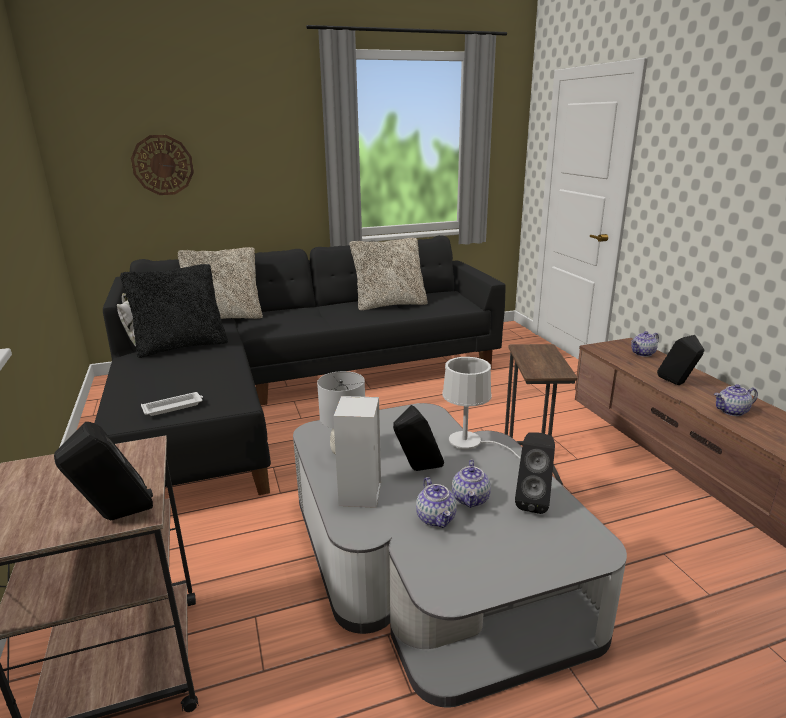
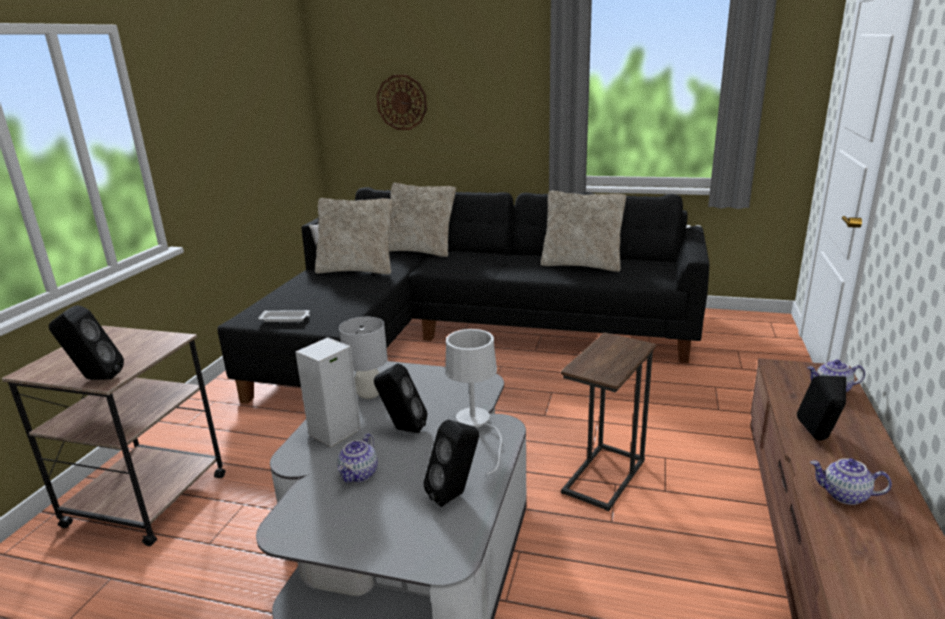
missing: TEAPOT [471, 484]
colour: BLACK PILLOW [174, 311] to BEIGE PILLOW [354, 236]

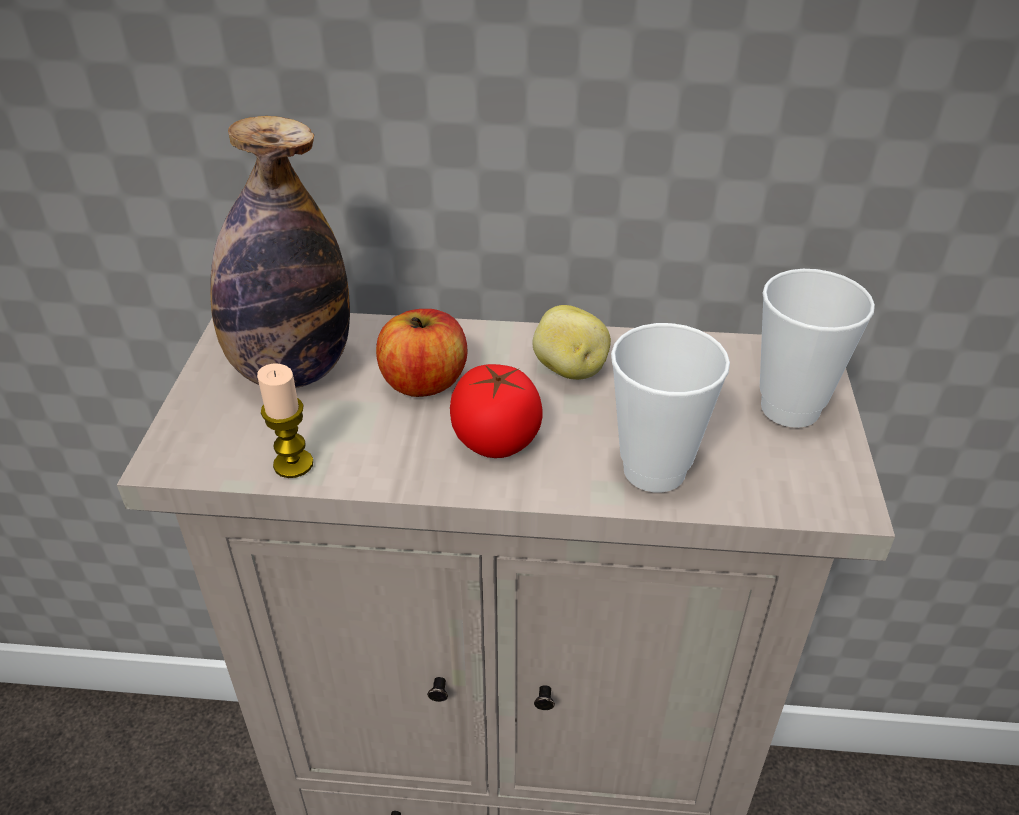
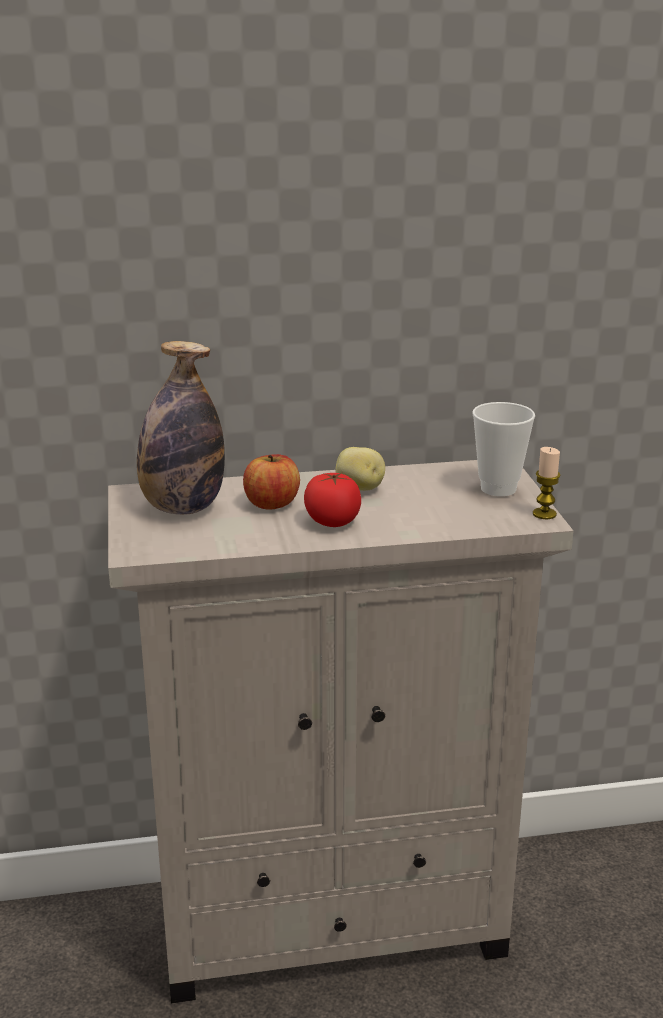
missing: CUP [670, 408]
relocated: CANDLE [285, 420] to [547, 483]

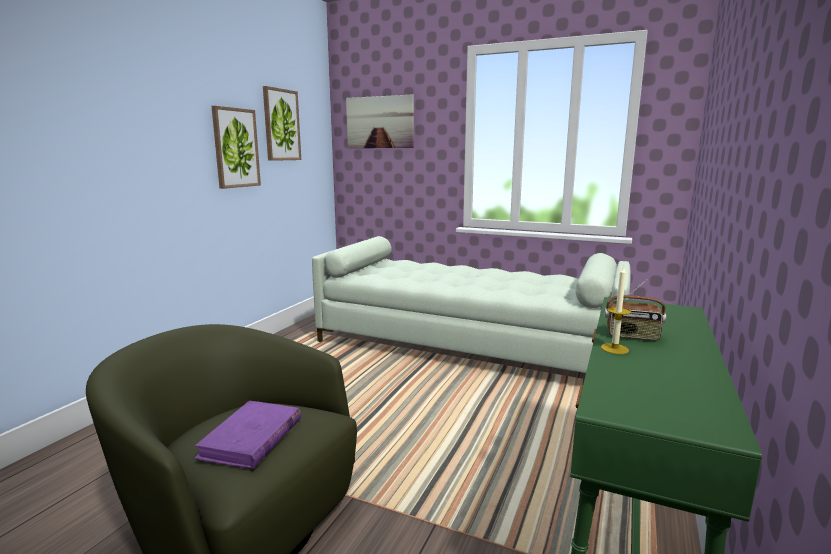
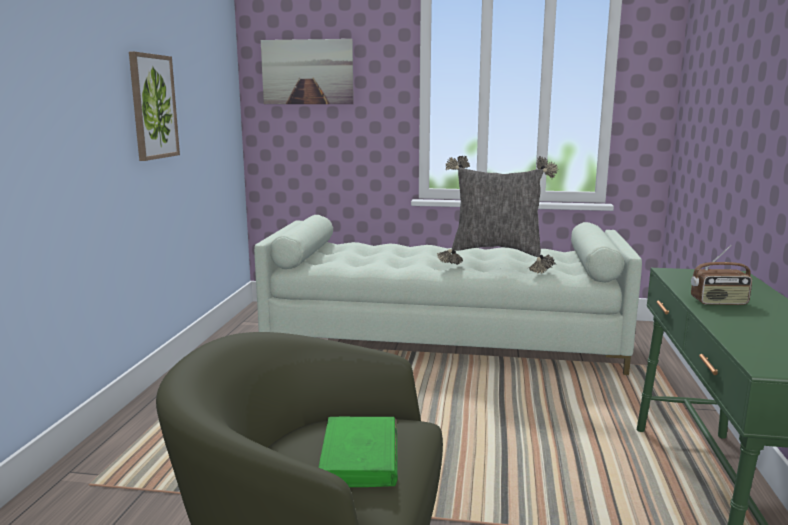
missing: PICTURE [282, 123]; CANDLE [616, 310]
appeared: PILLOW [497, 214]
colour: PURPLE BOOK [247, 435] to GREEN BOOK [358, 452]

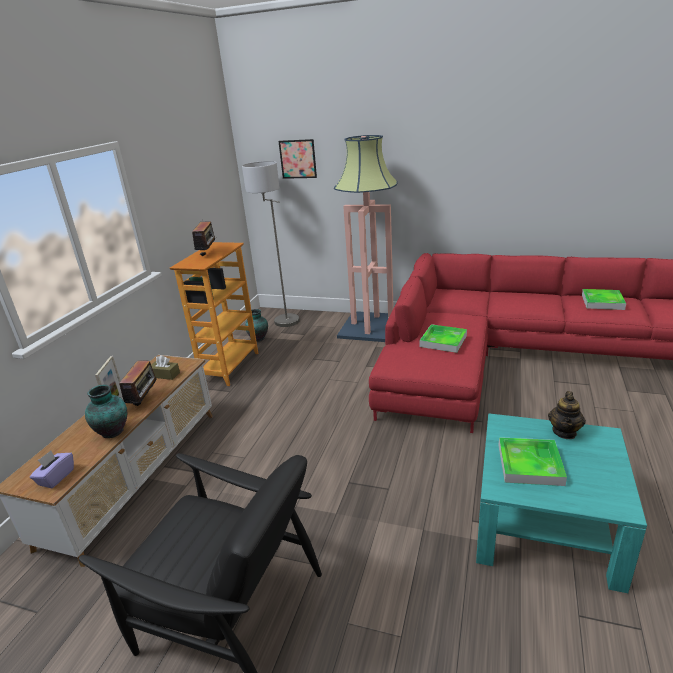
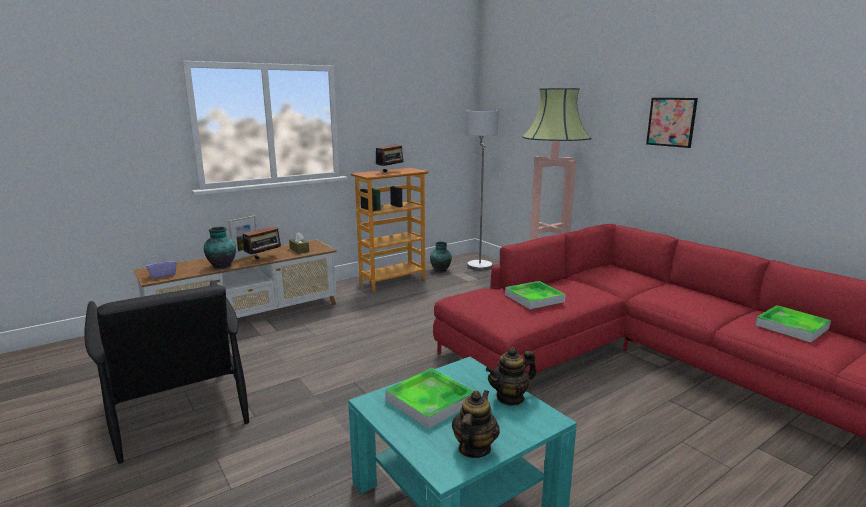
appeared: TEAPOT [476, 424]
relocated: PICTURE [297, 159] to [672, 123]

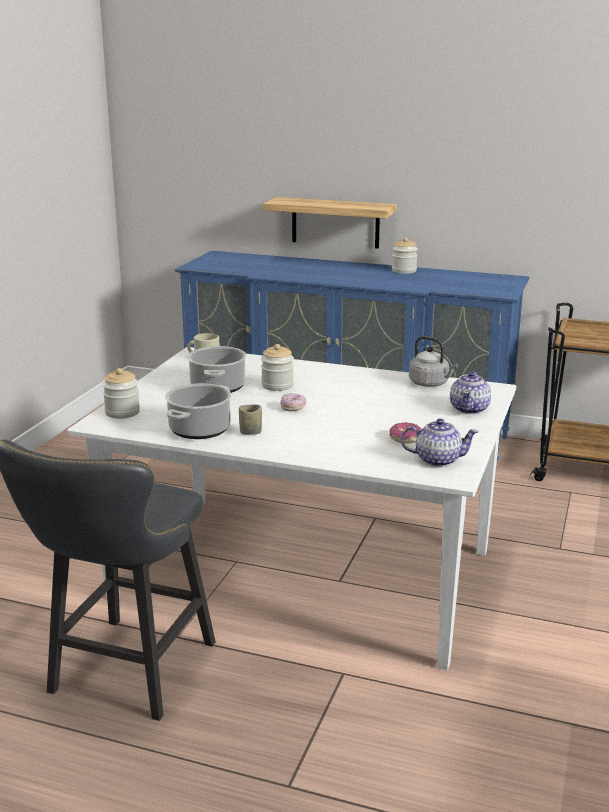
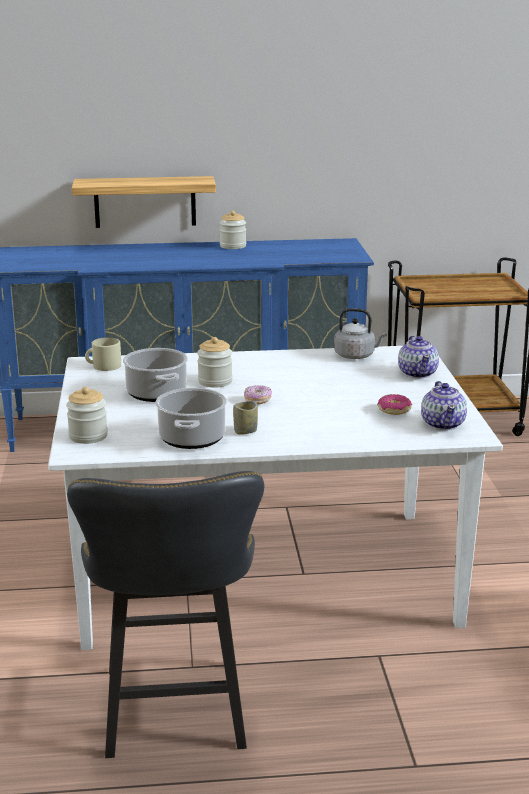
spun: TEAPOT [440, 443] = [444, 405] 105 degrees clockwise

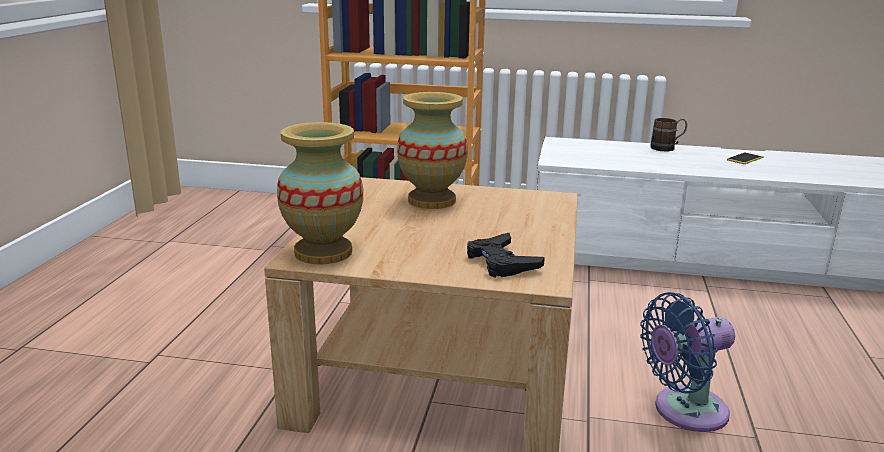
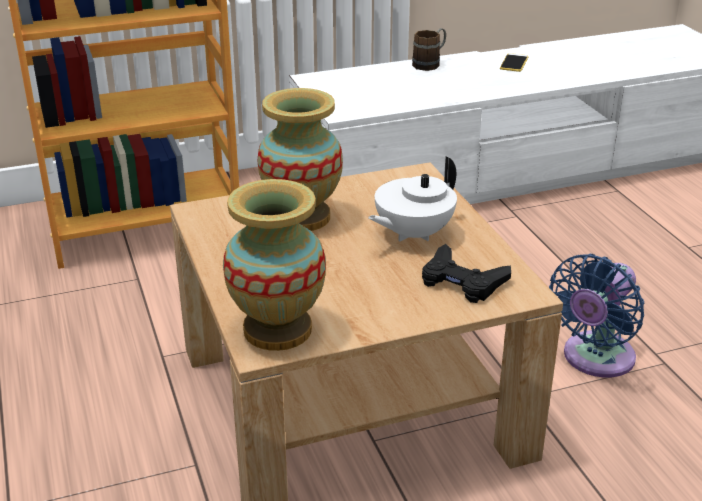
appeared: WHITE TEAPOT [412, 199]

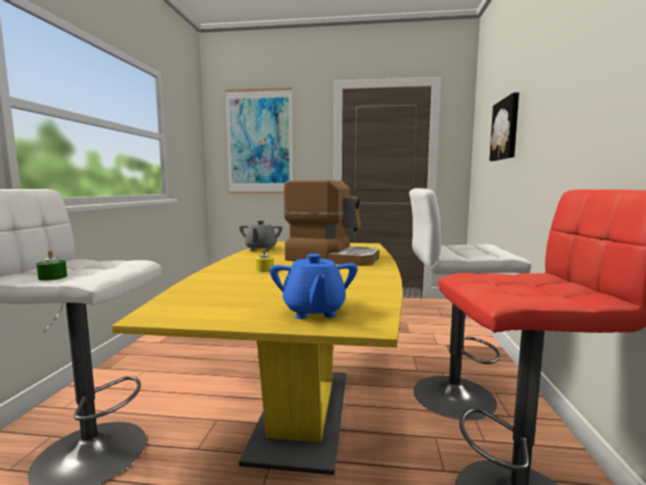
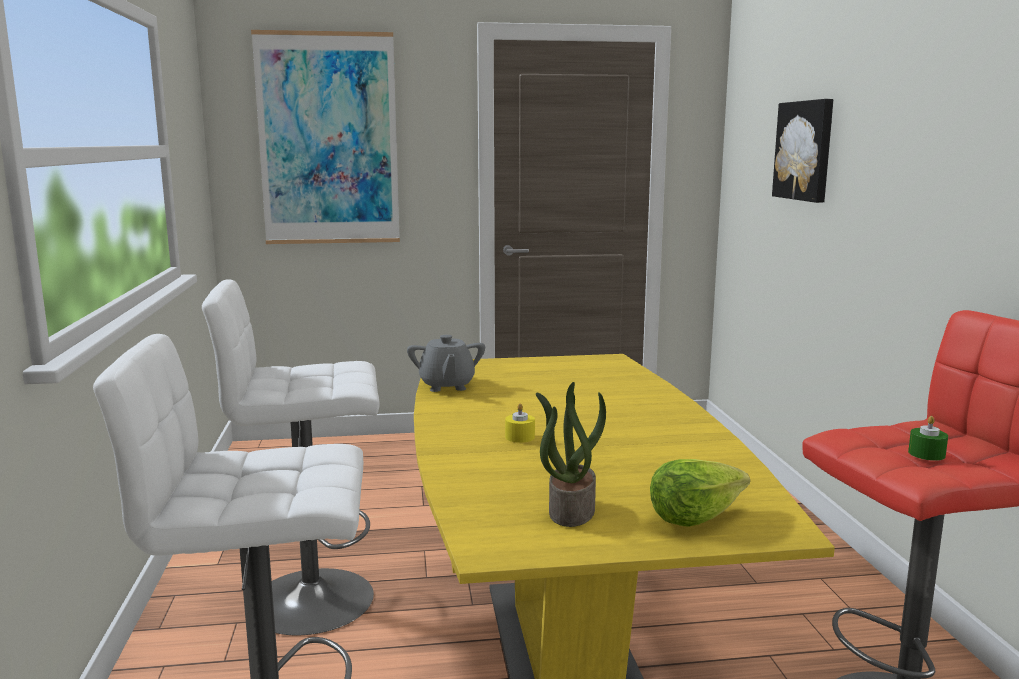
missing: COFFEE MACHINE [331, 223]
appeared: POTTED PLANT [571, 454]
relocated: WHITE STOOL [470, 304] to [291, 457]; GREEN CANDLE [52, 265] to [928, 438]
exchanged: BLUE TEAPOT [313, 286] to LETTUCE [700, 493]

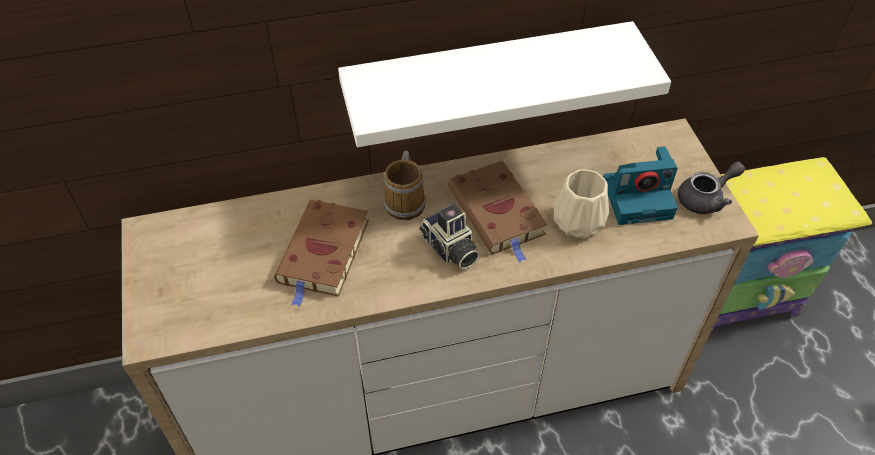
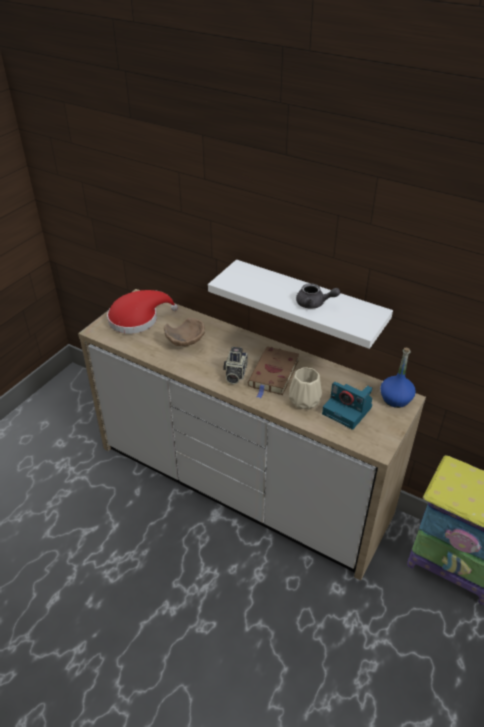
missing: MUG [404, 185]
appeared: RED HAT [142, 312]; BLUE BOTTLE [398, 378]
relocated: GREY TEAPOT [711, 188] to [318, 296]
exchanged: BROWN BOOK [321, 253] to BROWN BOWL [184, 332]

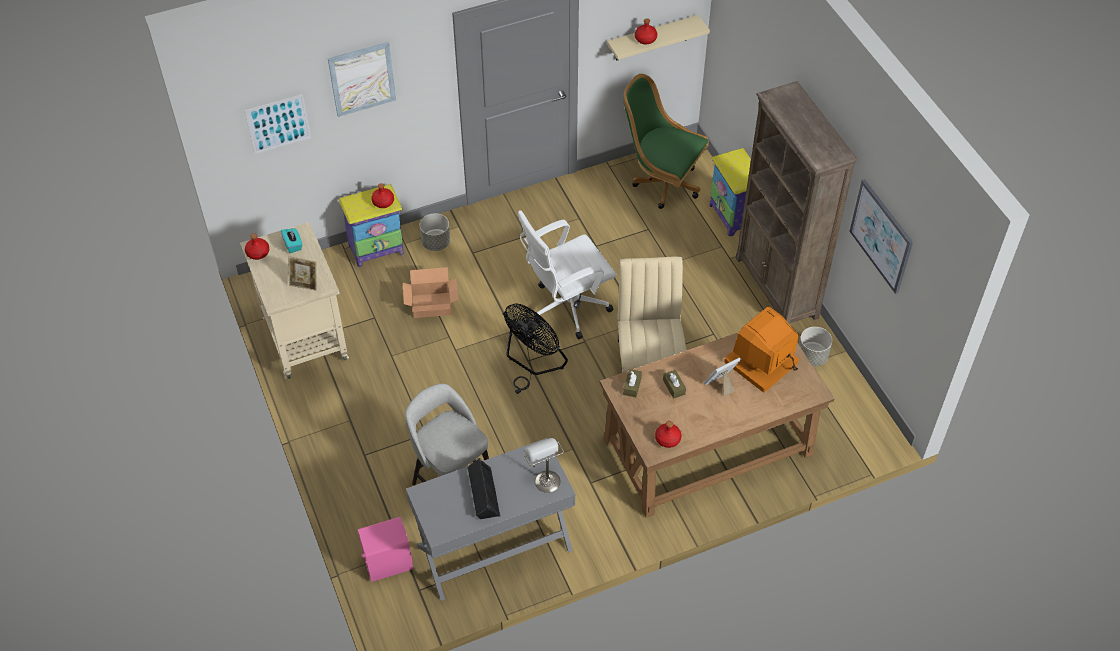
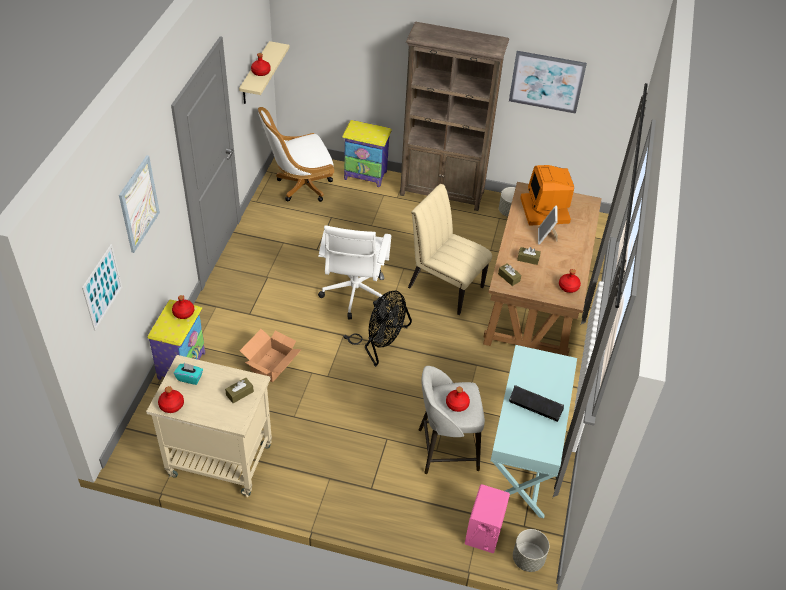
missing: WHITE TABLE LAMP [544, 465]
appeared: RED BOTTLE [458, 399]
relocated: GREY PLANTER [435, 232] to [531, 550]
exchanged: PICTURE FRAME [302, 273] to BROWN TISSUE BOX [239, 390]
colour: GREEN OFFICE CHAIR [666, 141] to WHITE OFFICE CHAIR [296, 154]; GREY DESK [491, 519] to TURQUOISE DESK [534, 431]
spun: BLACK FAN [535, 349] = [377, 329] 135 degrees clockwise

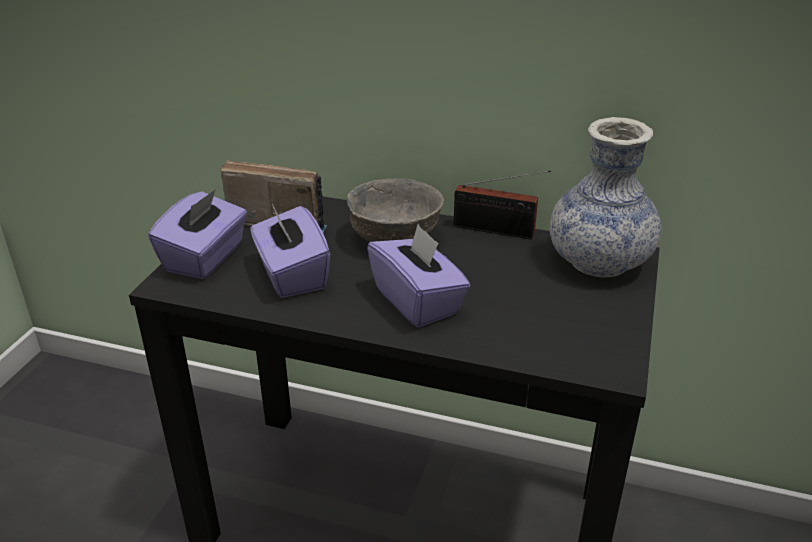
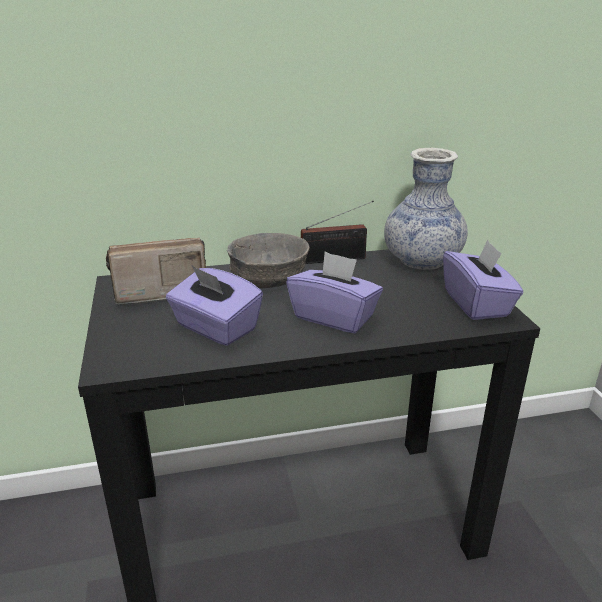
relocated: PURPLE TISSUE BOX [197, 234] to [483, 280]

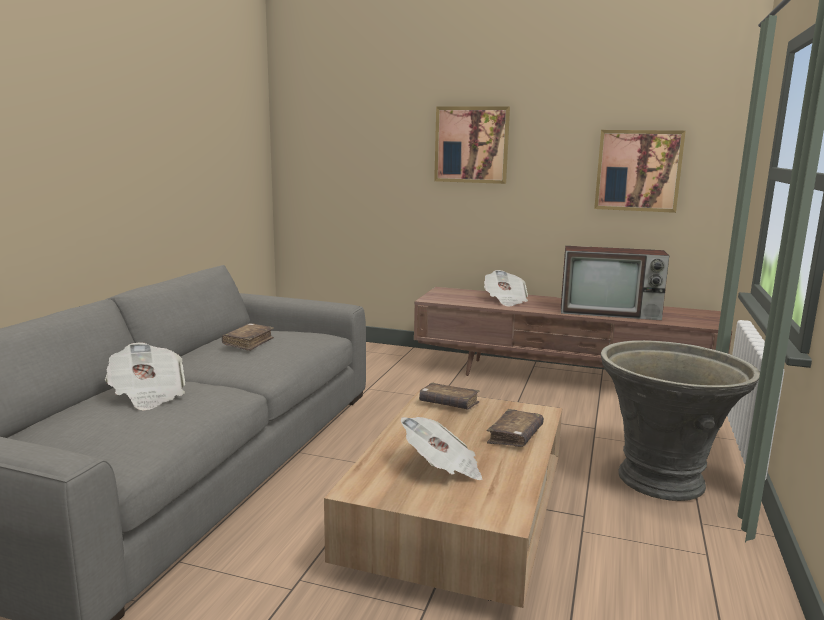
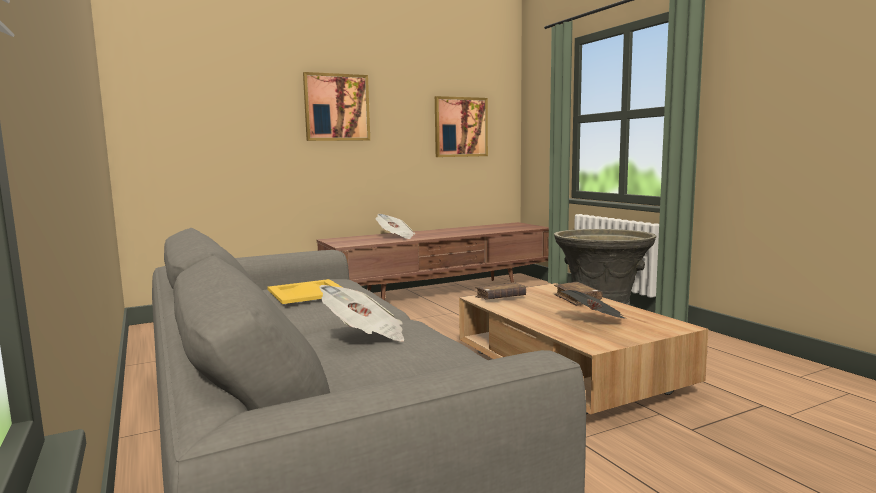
missing: TELEVISION [615, 283]
exchanged: BROWN BOOK [248, 337] to YELLOW TRAY [304, 291]

